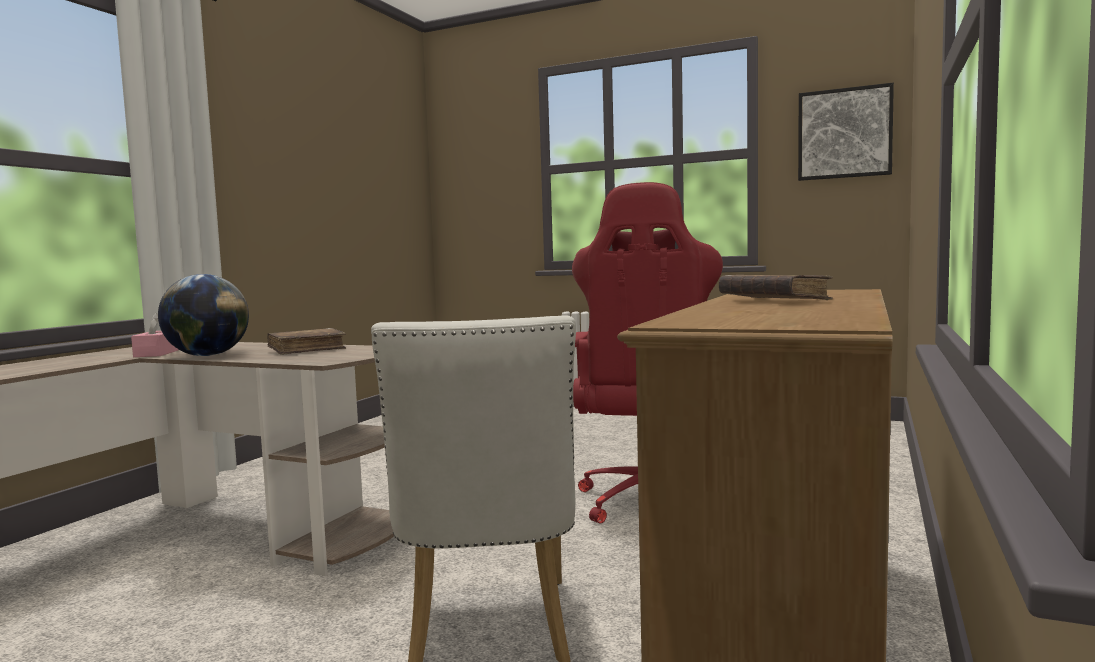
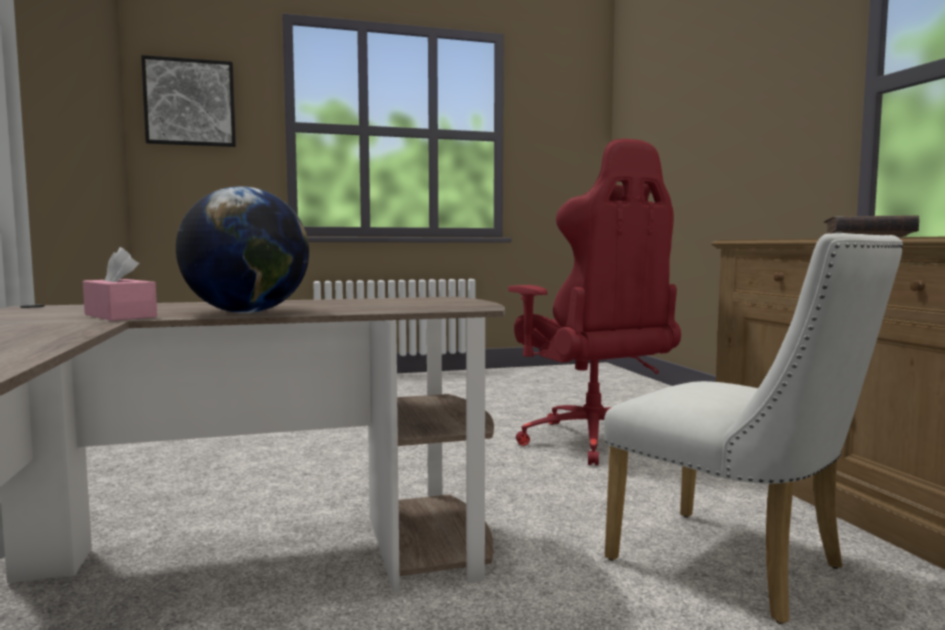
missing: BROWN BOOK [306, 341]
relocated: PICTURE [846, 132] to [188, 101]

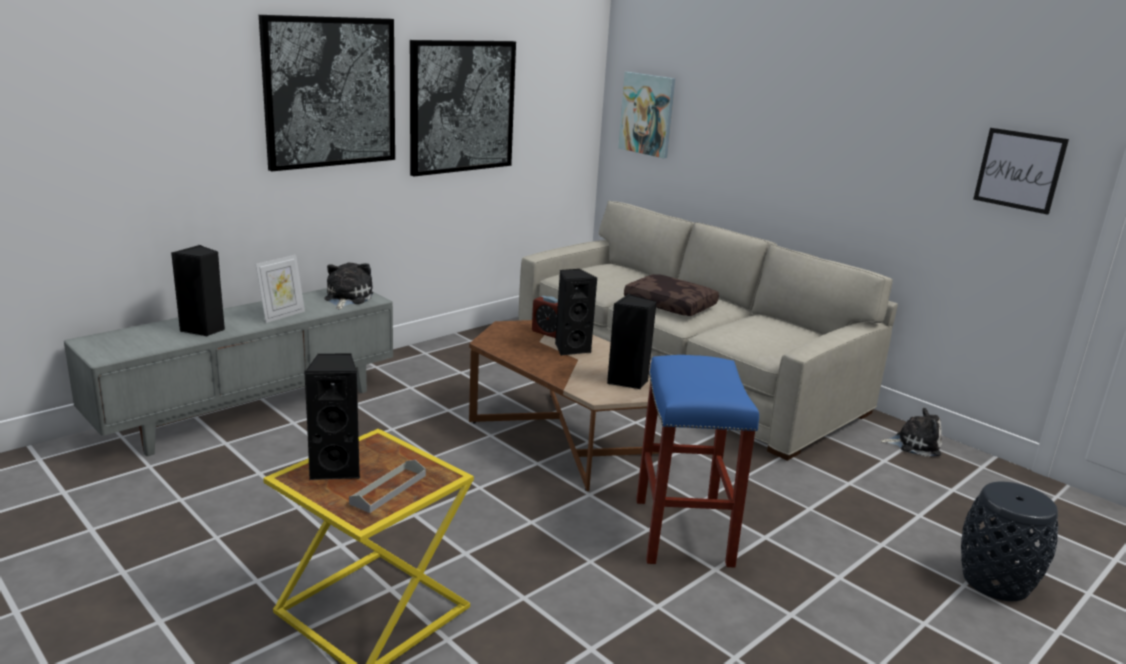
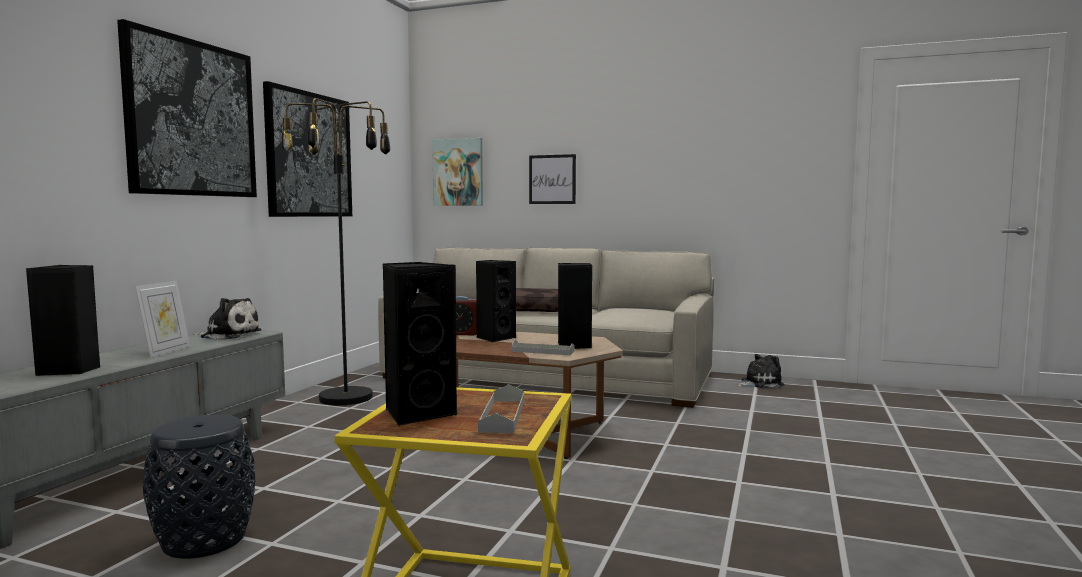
missing: BLUE STOOL [697, 461]
appeared: FLOOR LAMP [336, 251]; GREY TRAY [543, 347]
relocated: BLACK STOOL [1009, 541] to [199, 487]; PICTURE [1021, 171] to [552, 179]
spun: PLUSH TOY [348, 286] = [227, 319] 120 degrees clockwise

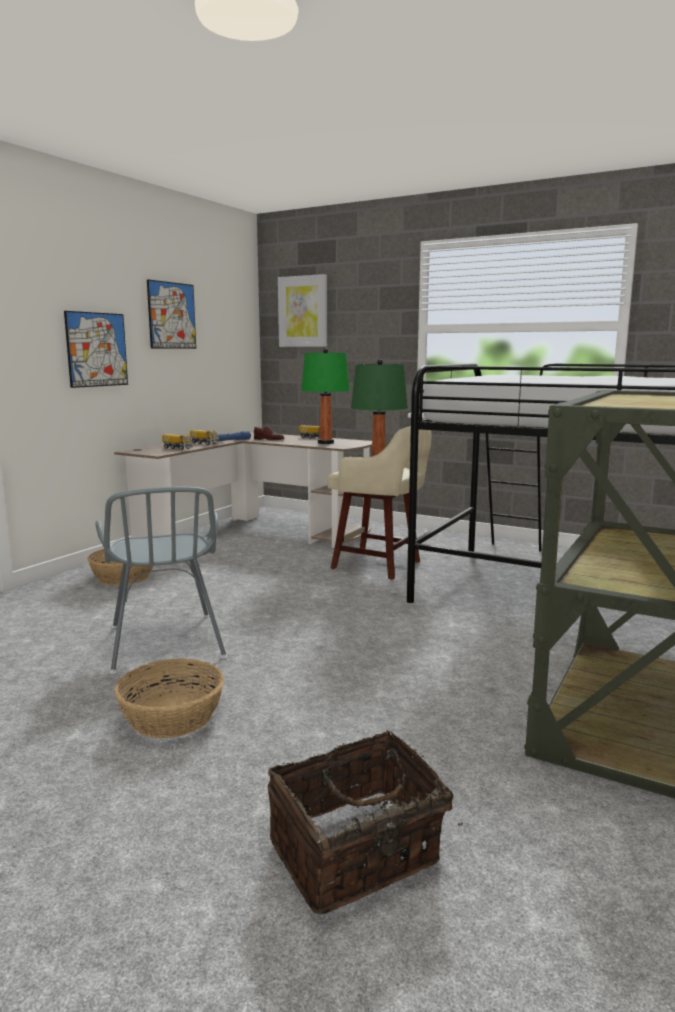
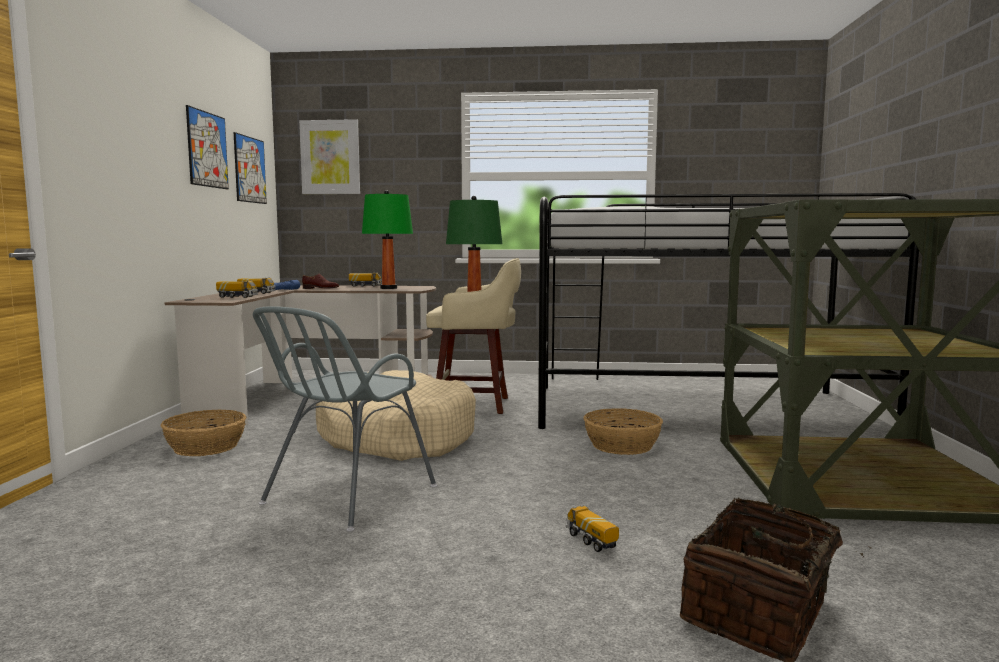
appeared: BEIGE DOG BED [396, 415]; TOY TRUCK [592, 528]
relocated: PICTURE [96, 349] to [250, 168]; BASKET [169, 698] to [623, 431]
spun: GREY CHAIR [161, 580] = [345, 419] 75 degrees clockwise

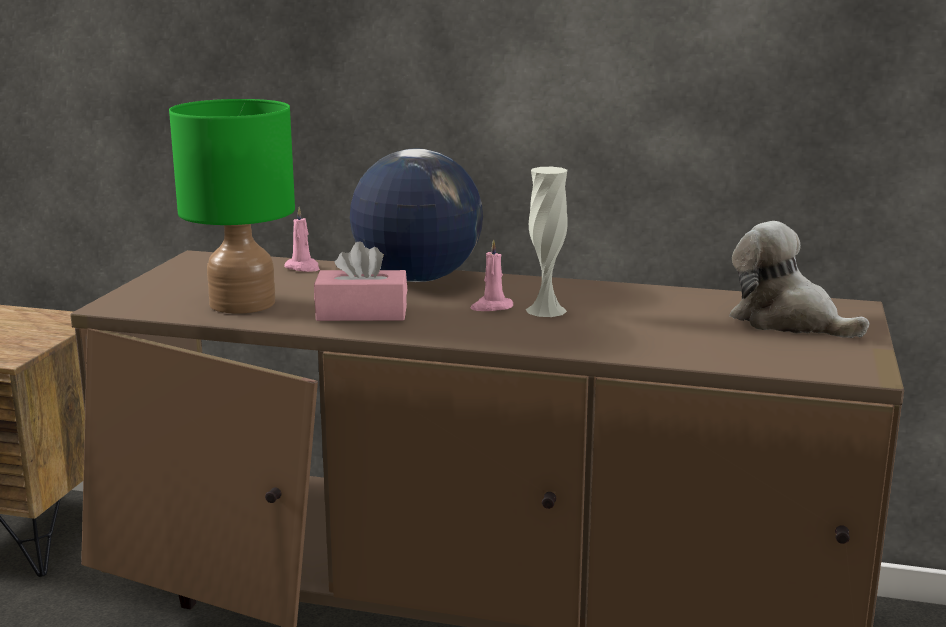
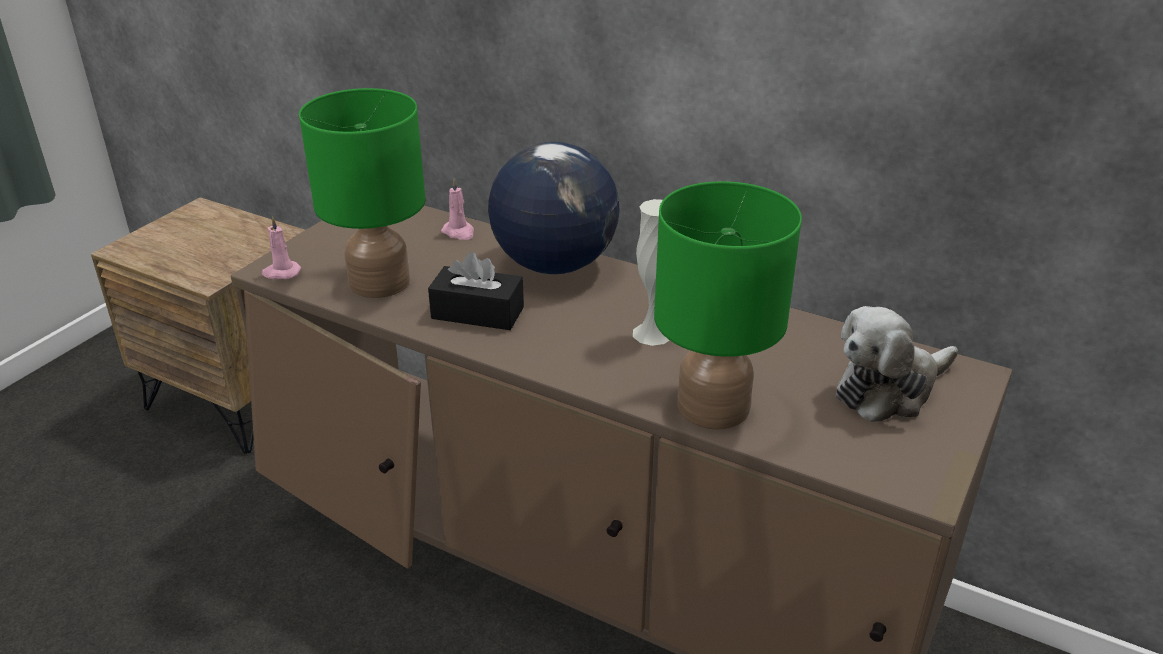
appeared: GREEN TABLE LAMP [728, 305]
relocated: PINK CANDLE [491, 275] to [281, 247]
colour: PINK TISSUE BOX [360, 281] to BLACK TISSUE BOX [476, 291]
spun: PLUSH TOY [799, 279] = [897, 364] 90 degrees counterclockwise

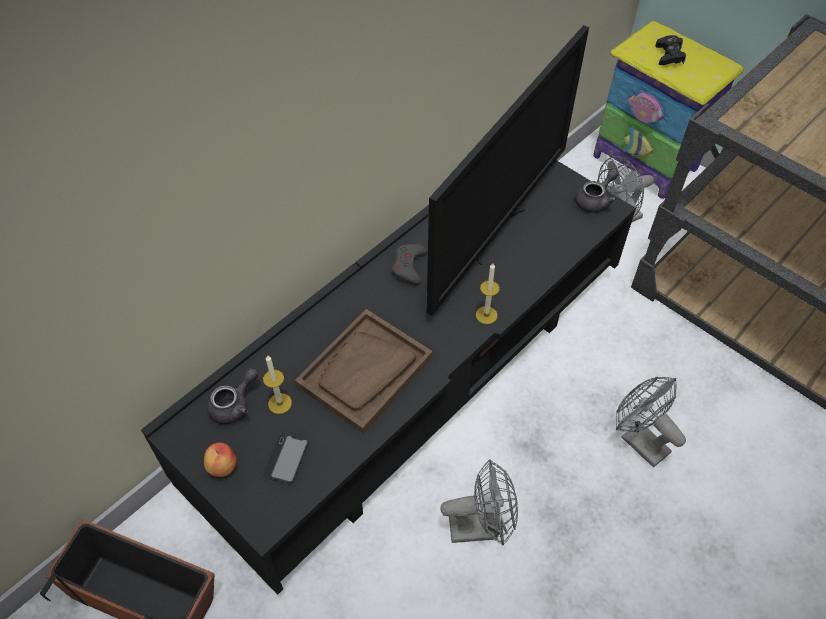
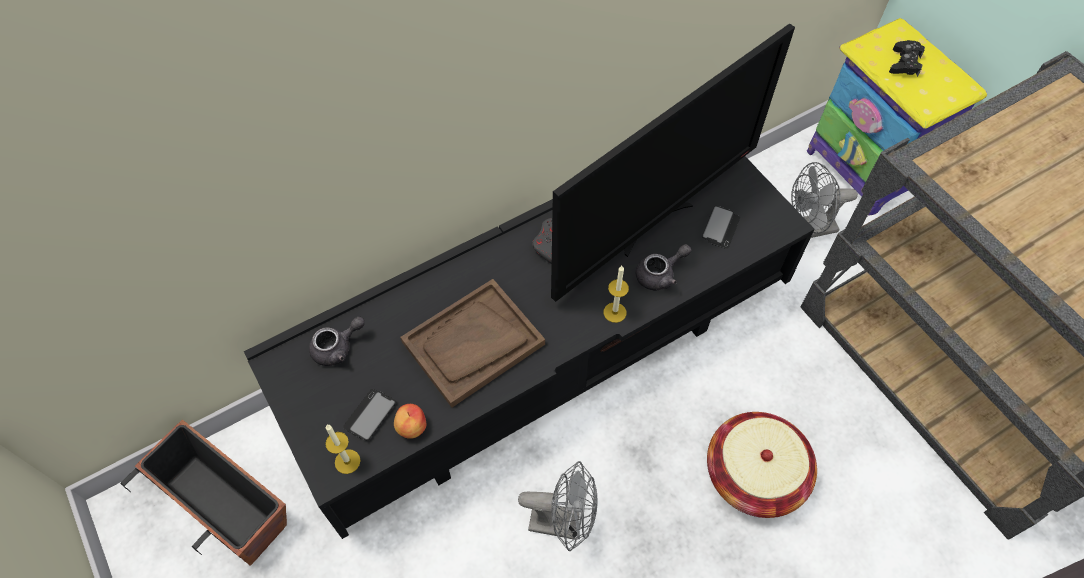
appeared: PHONE [721, 227]
relocated: CANDLE [277, 384] to [343, 449]; APPLE [220, 460] to [410, 421]; GREY TEAPOT [597, 190] to [663, 267]
exchanged: GREY FAN [651, 422] to BASKET [762, 465]

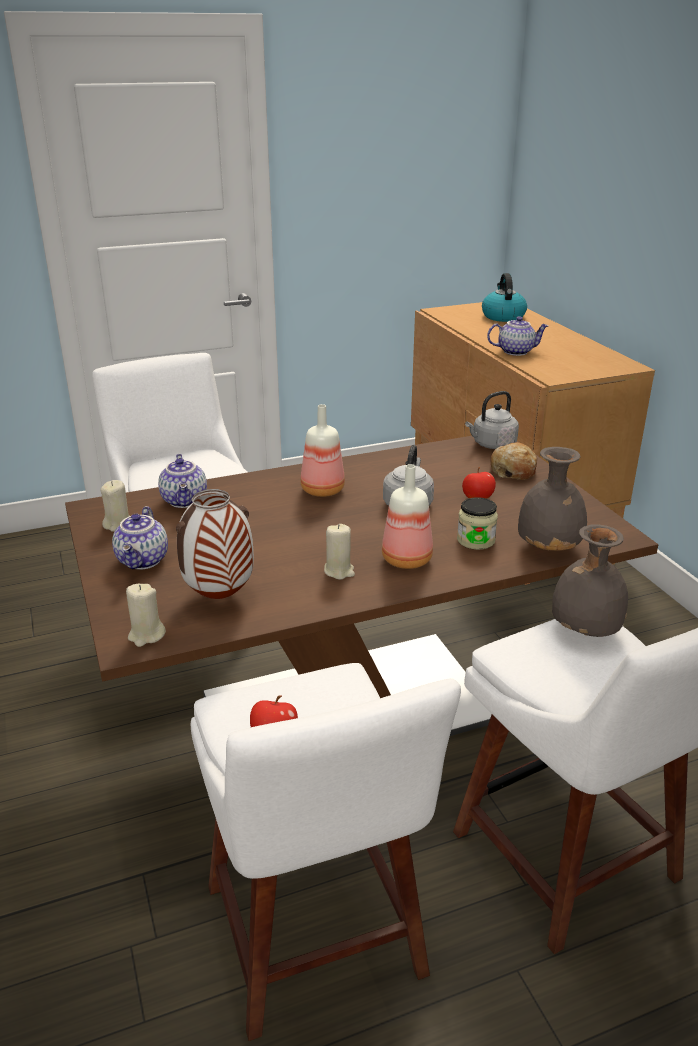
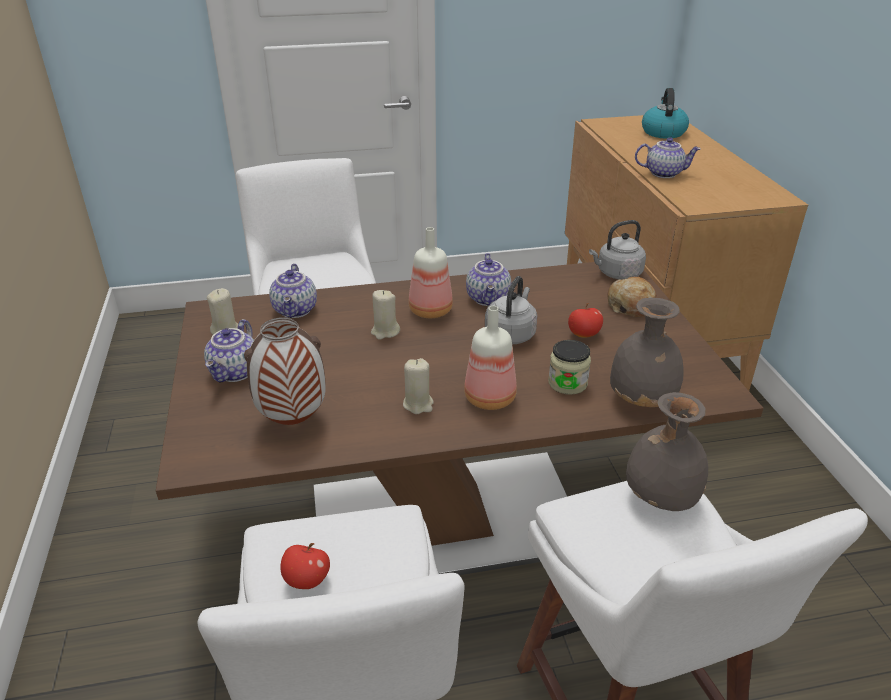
appeared: TEAPOT [488, 279]
relocated: BEIGE CANDLE [146, 615] to [385, 315]

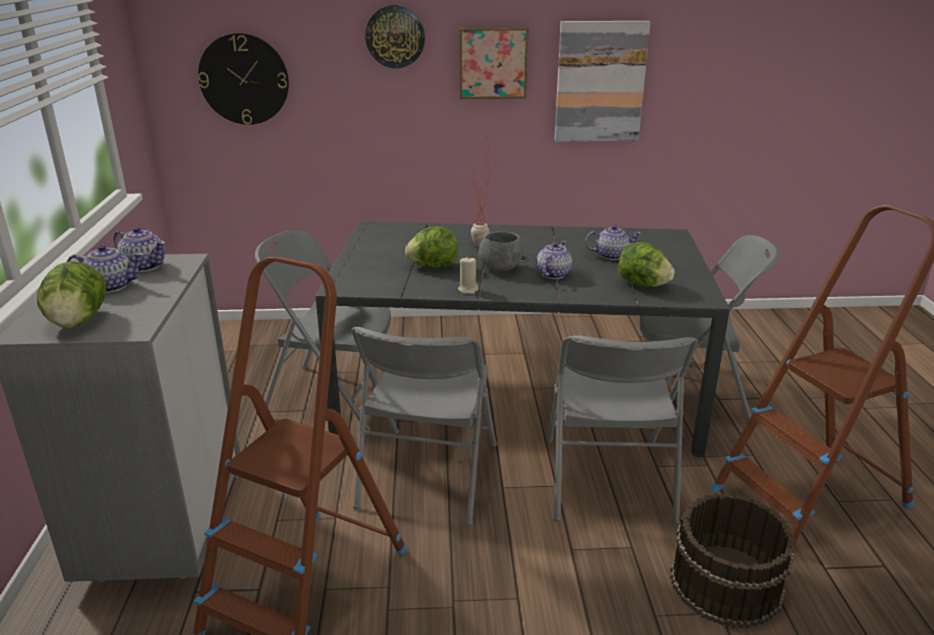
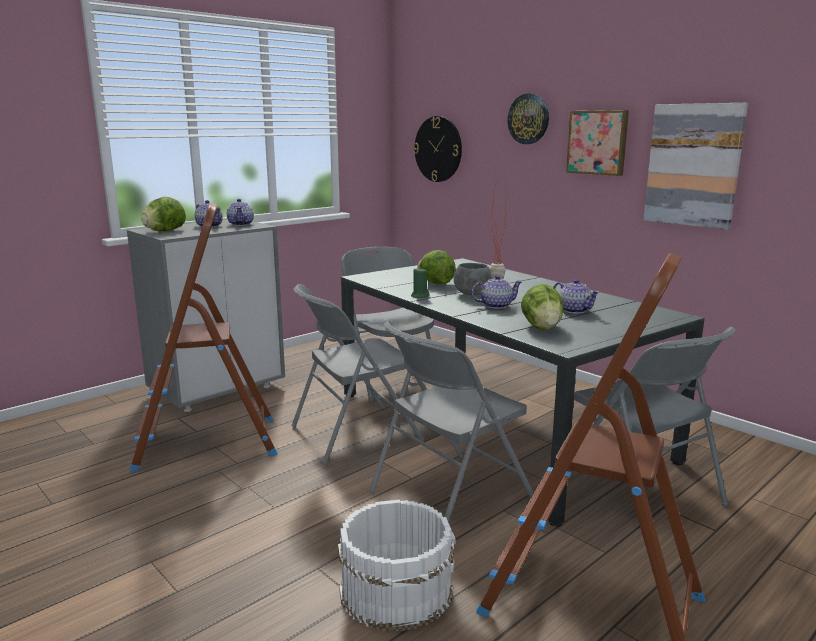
colour: BROWN BUCKET [732, 560] to WHITE BUCKET [396, 566]; BEIGE CANDLE [468, 275] to GREEN CANDLE [420, 282]

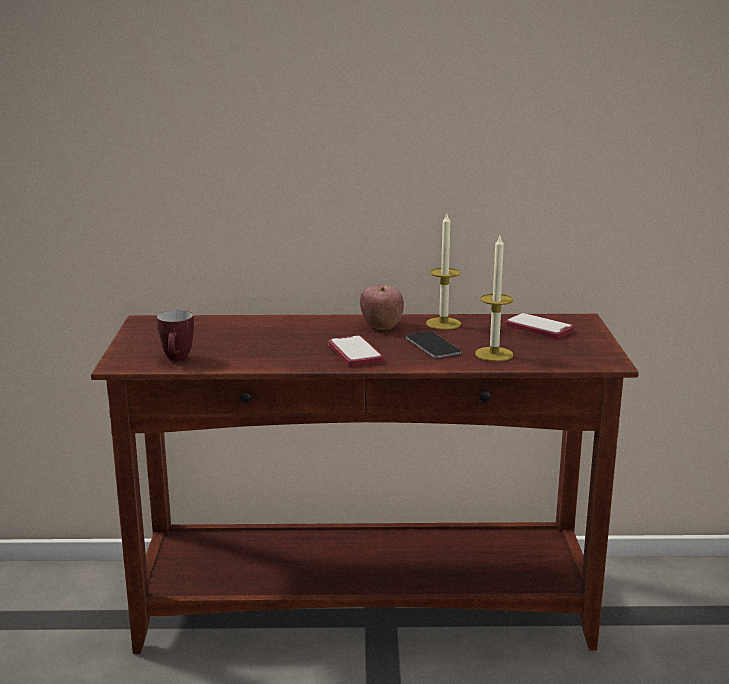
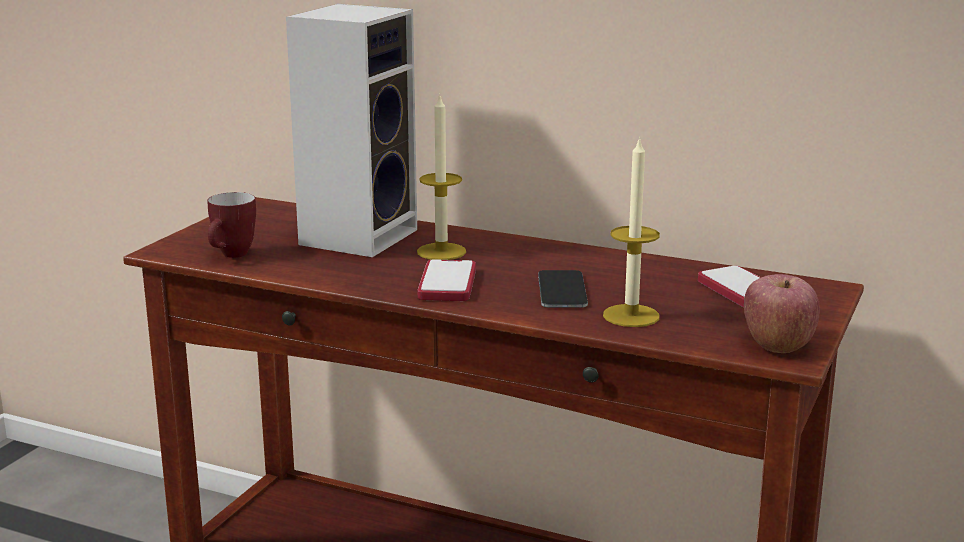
appeared: SPEAKER [351, 130]
relocated: CANDLE [443, 272] to [441, 176]; APPLE [382, 307] to [782, 313]

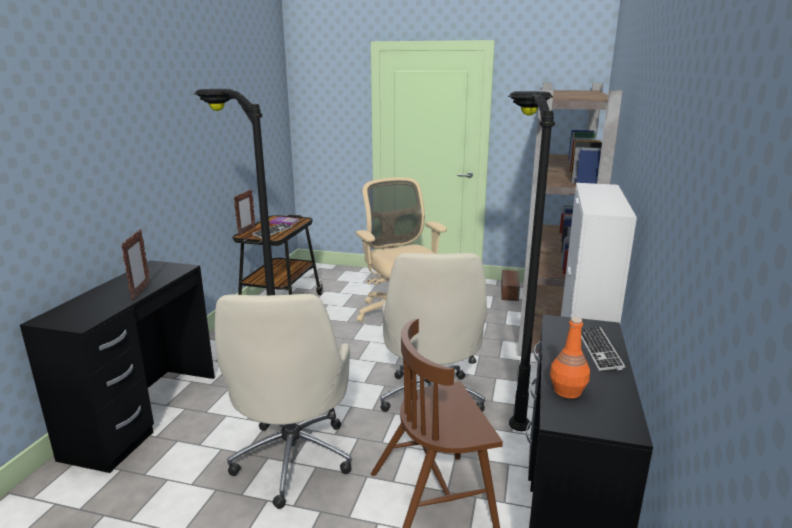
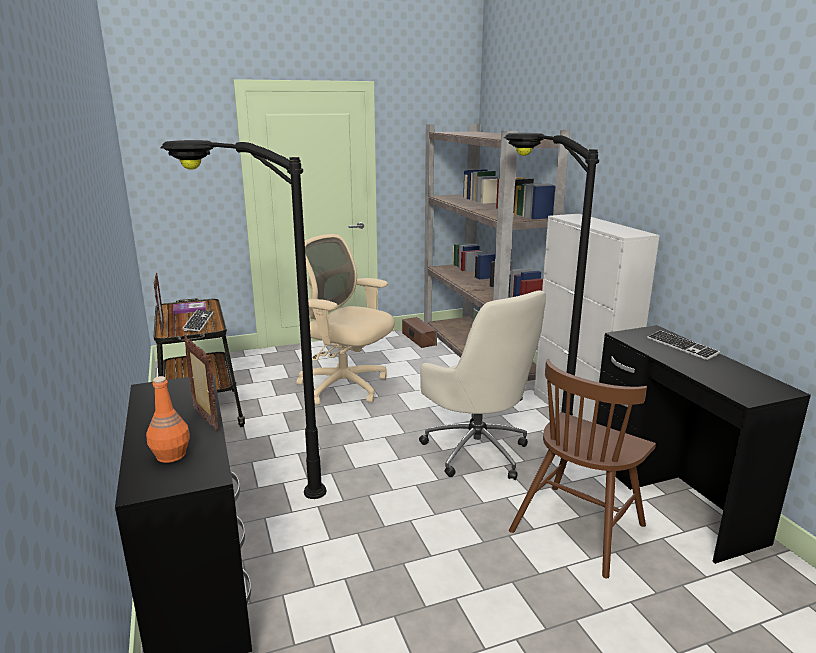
missing: BEIGE OFFICE CHAIR [283, 401]
relocated: ORANGE BOTTLE [570, 357] to [168, 419]

